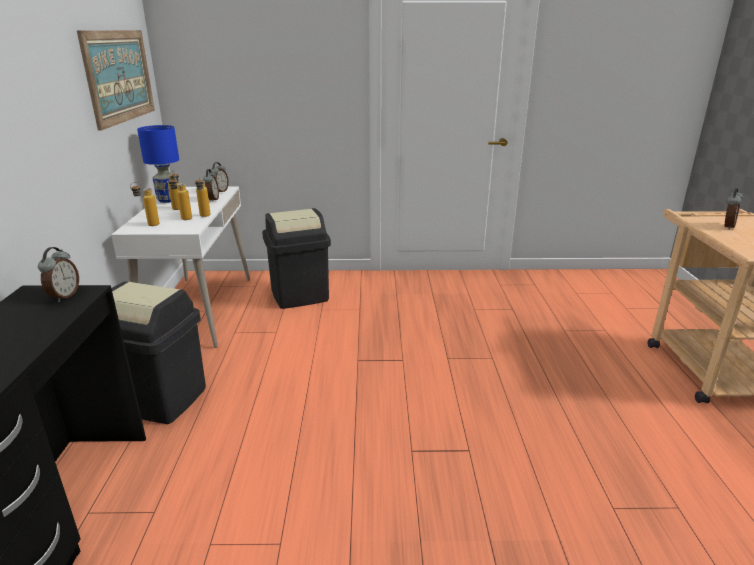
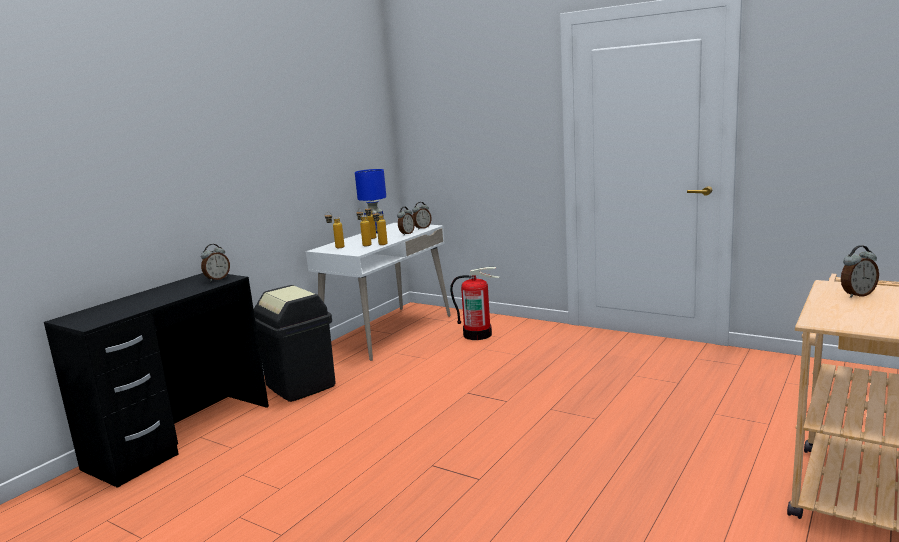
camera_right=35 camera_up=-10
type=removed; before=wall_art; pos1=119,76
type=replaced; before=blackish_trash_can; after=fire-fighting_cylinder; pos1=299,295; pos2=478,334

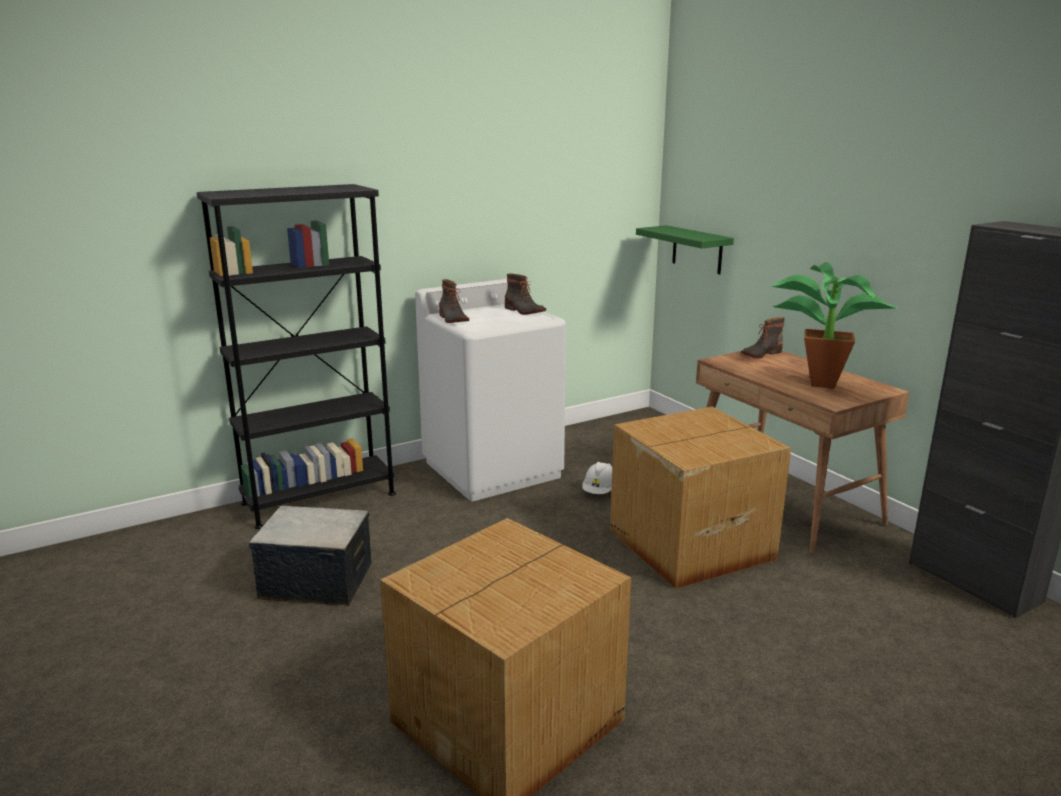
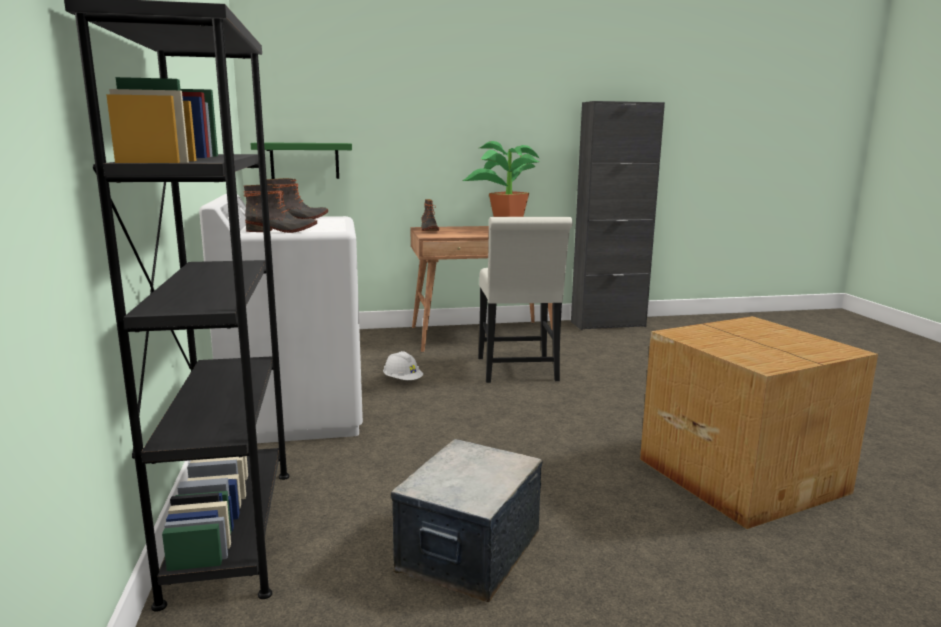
camera_right=-70 camera_up=-5
type=replaced; before=packing_box; after=whitish_upright_chair; pos1=688,544; pos2=518,372

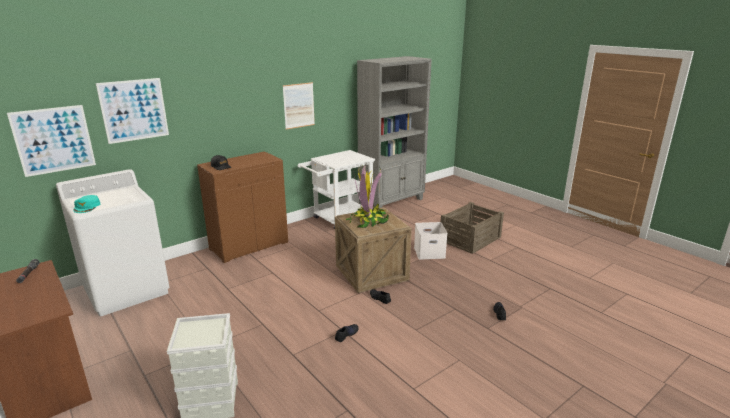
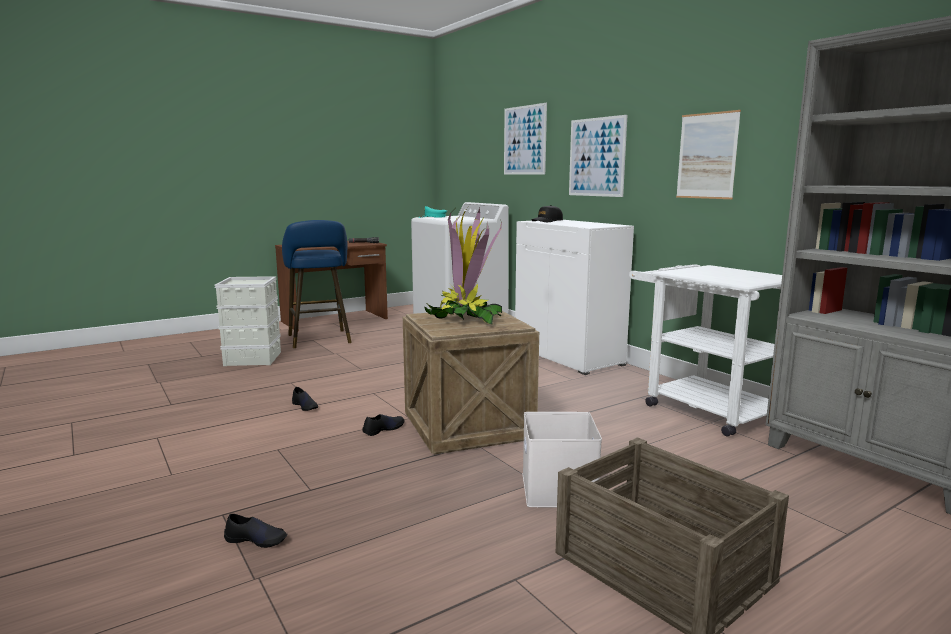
camera_right=95 camera_up=-10
type=moved; before=wall_art; pos1=54,140; pos2=596,157
type=recoloured; before=brown_cabinet; after=whitish_cabinet; pos1=249,245; pos2=569,357
type=added; after=bluish_stool; pos2=320,340

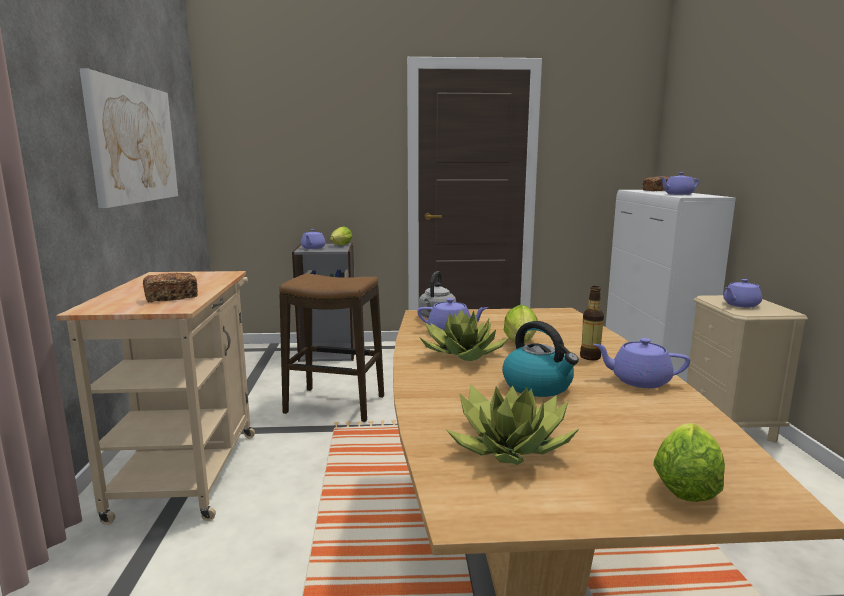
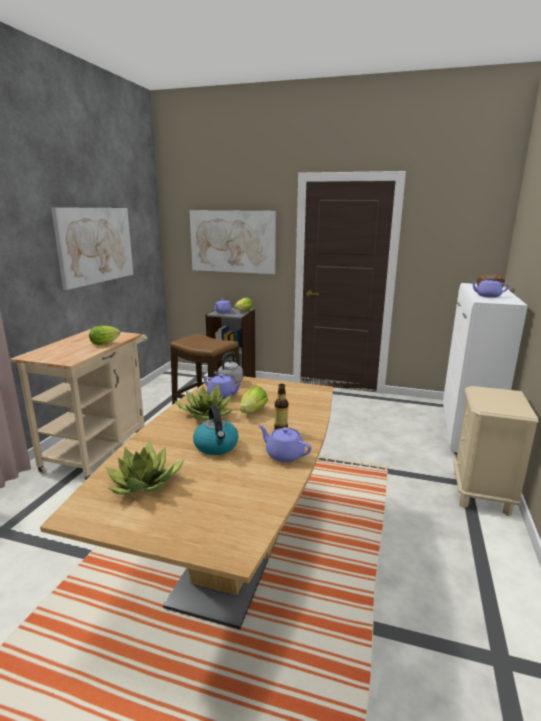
camera_right=20 camera_up=5
type=removed; before=bread; pos1=171,298
type=moved; before=lettuce_head; pos1=686,484; pos2=106,343
type=removed; before=purple_pot_for_tea; pos1=740,305
type=added; after=wall_art; pos2=232,241

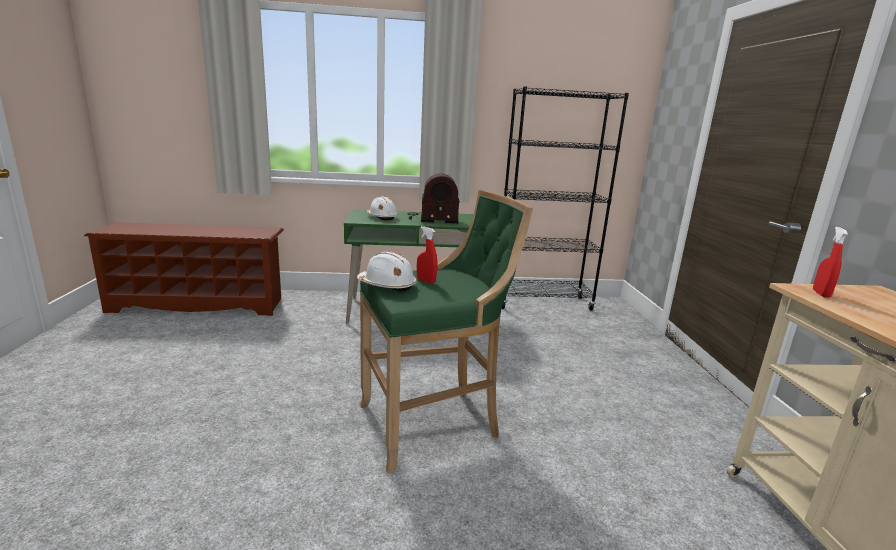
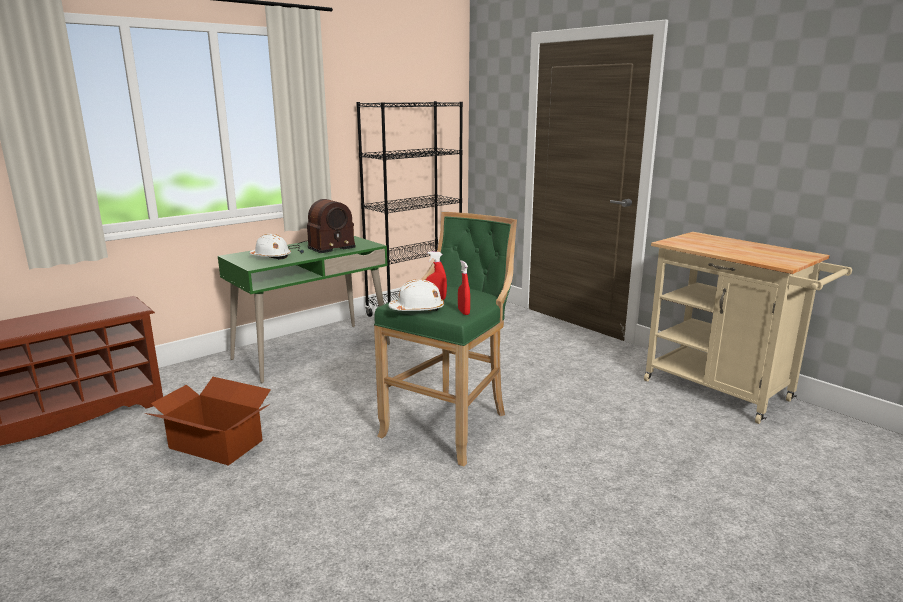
camera_right=-35 camera_up=0
type=moved; before=red-coloured_hand_sprayer; pos1=821,294; pos2=463,312
type=added; after=packing_box; pos2=216,444

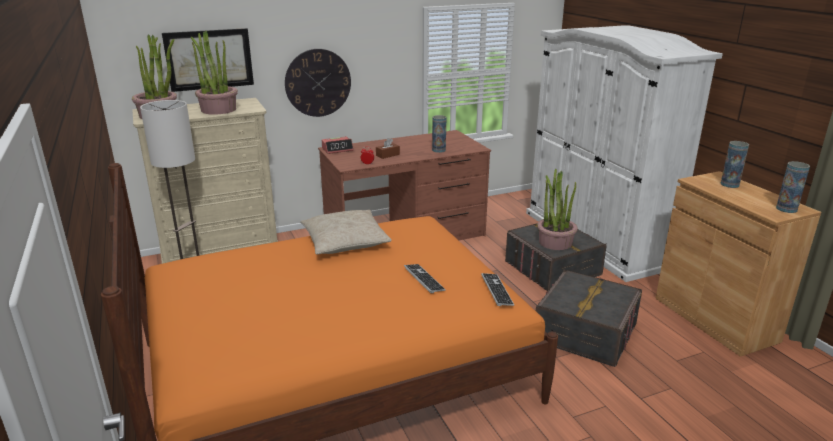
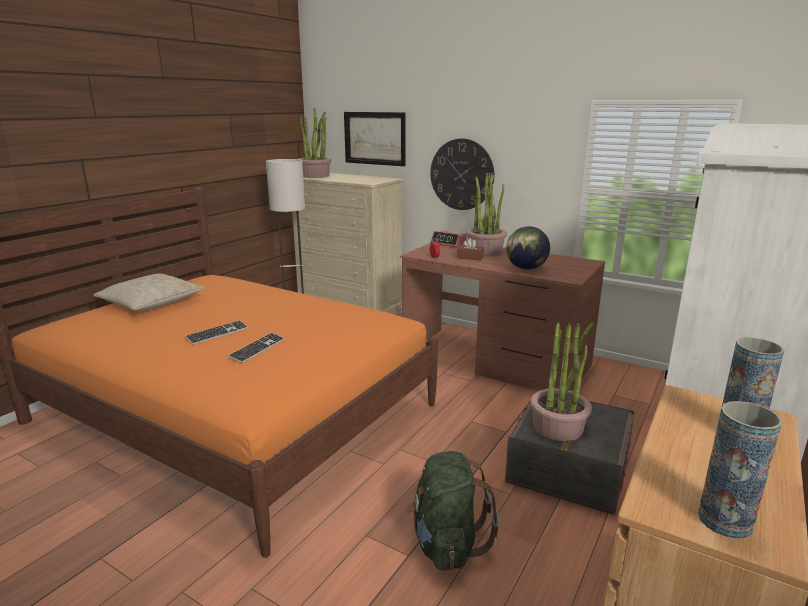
camera_right=55 camera_up=-5
type=moved; before=potted_plant; pos1=218,109; pos2=485,250
type=moved; before=beige-coloured_cushion; pos1=345,241; pos2=151,302
type=replaced; before=decorative_vase; after=world_globe; pos1=438,150; pos2=526,268
type=moved; before=computer_keyboard; pos1=497,290; pos2=217,334
type=replaced; before=grey_storage_bin; after=green_rucksack; pos1=585,332; pos2=446,544

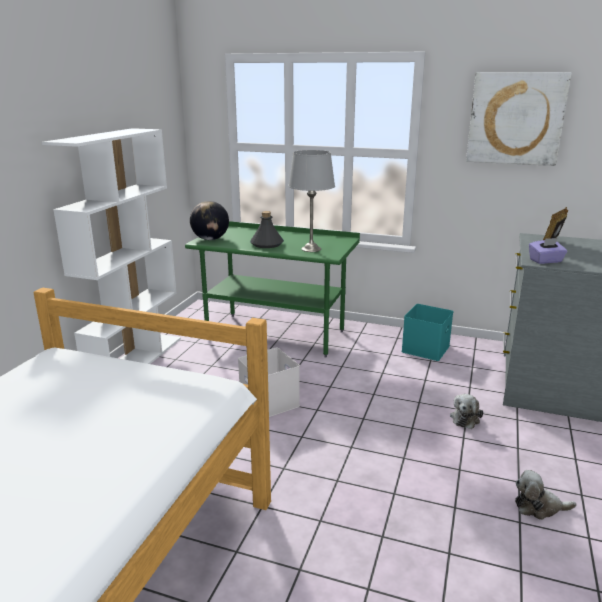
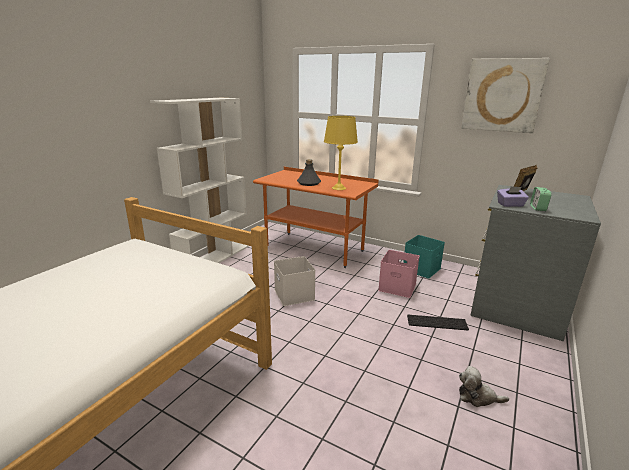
camera_right=10 camera_up=0
type=recoloured; before=green_desk_unit; after=orange_desk_unit; pos1=275,334; pos2=314,249
type=removed; before=world_globe; pos1=210,239
type=recoloured; before=grey_tabletop_lamp; after=yellowish_tabletop_lamp; pos1=311,249; pos2=339,188
type=replaced; before=cuddly_toy; after=computer_keyboard; pos1=465,418; pos2=437,322
type=added; after=pinkish_storage_bin; pos2=398,286
type=added; after=table_clock; pos2=538,208

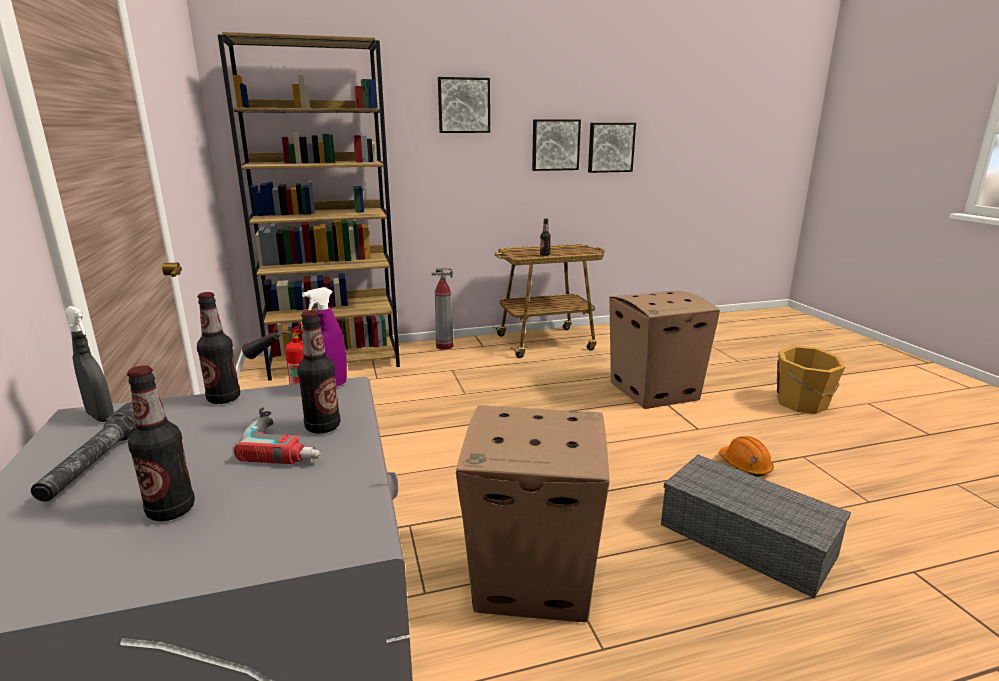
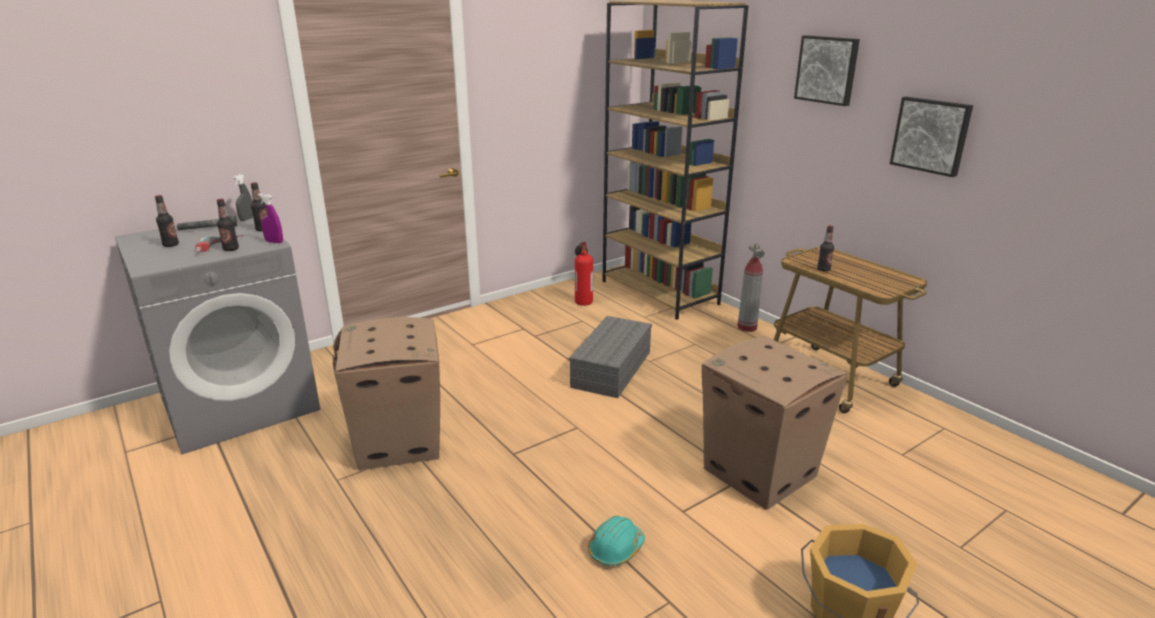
camera_right=70 camera_up=5
type=removed; before=wall_art; pos1=610,147
type=moved; before=grey_storage_bin; pos1=743,539; pos2=611,368
type=recoloured; before=orange_safety_helmet; after=blue-green_safety_helmet; pos1=745,465; pos2=616,549

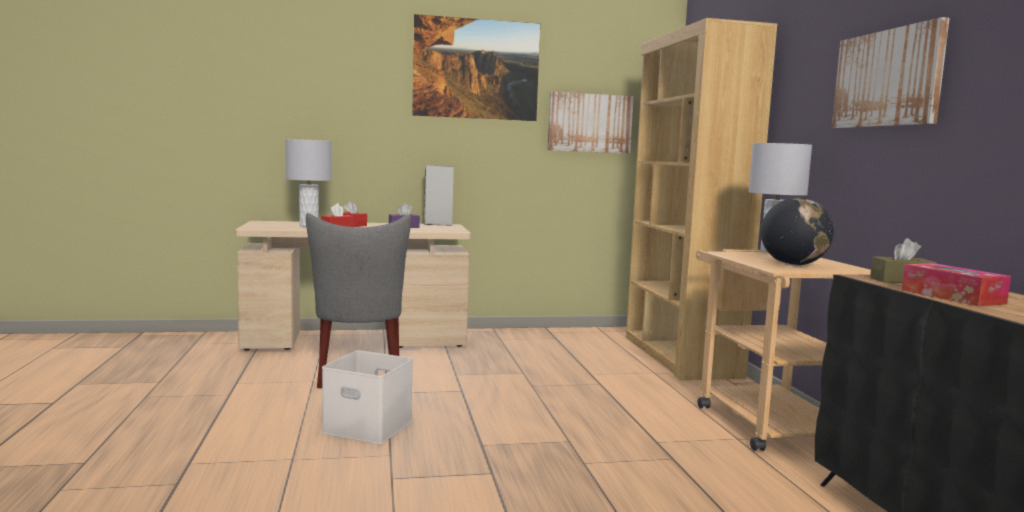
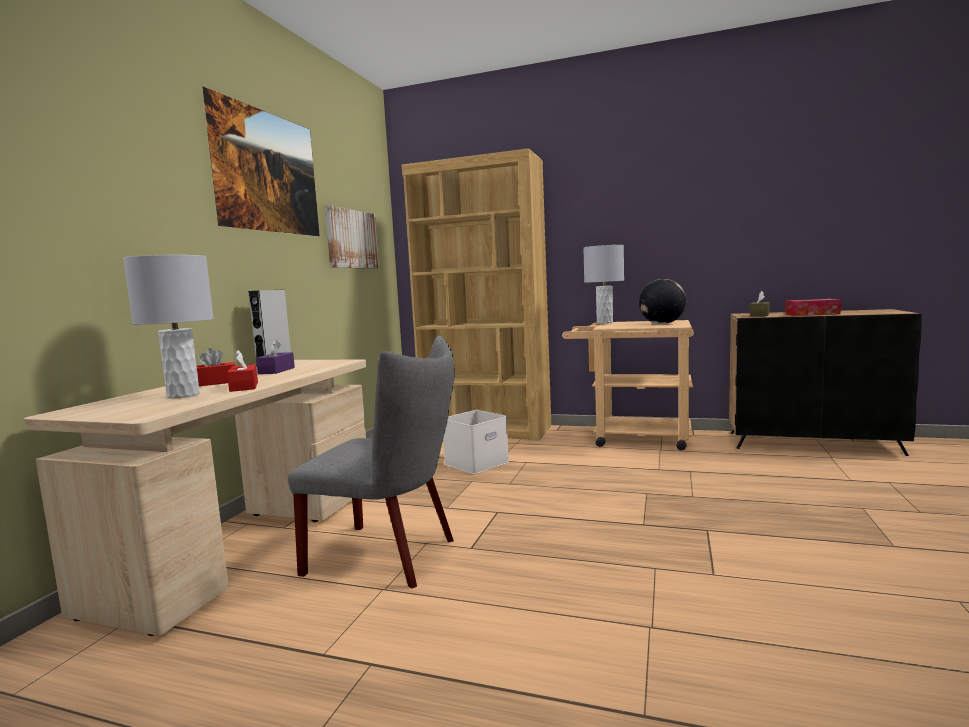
camera_right=-60 camera_up=0
type=moved; before=whitish_storage_bin; pos1=370,426; pos2=476,462
type=removed; before=wall_art; pos1=888,78

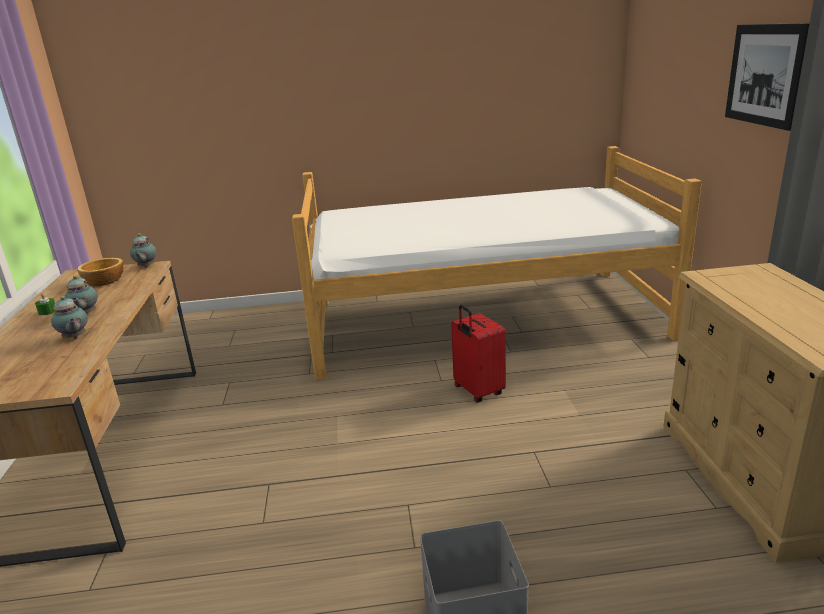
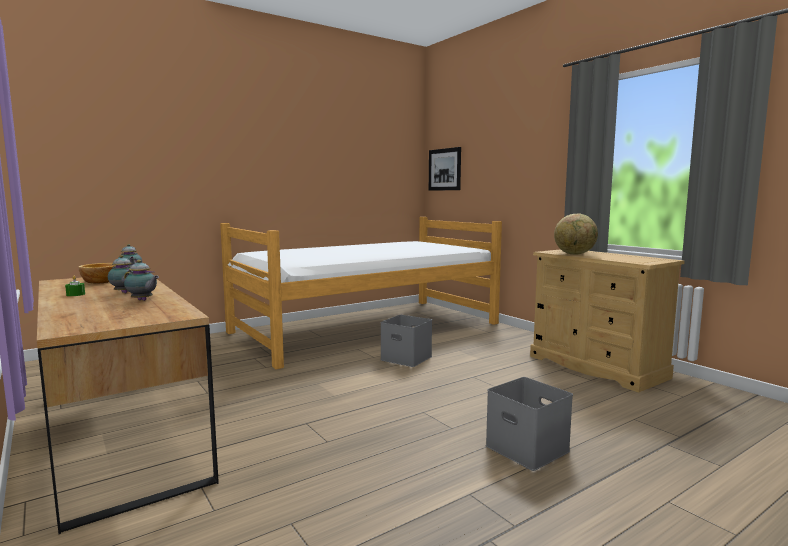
camera_right=-30 camera_up=-15
type=replaced; before=red-coloured_suitcase; after=grey_storage_bin; pos1=477,391; pos2=405,358
type=moved; before=wall_art; pos1=765,75; pos2=444,169
type=added; after=world_globe; pos2=574,254

